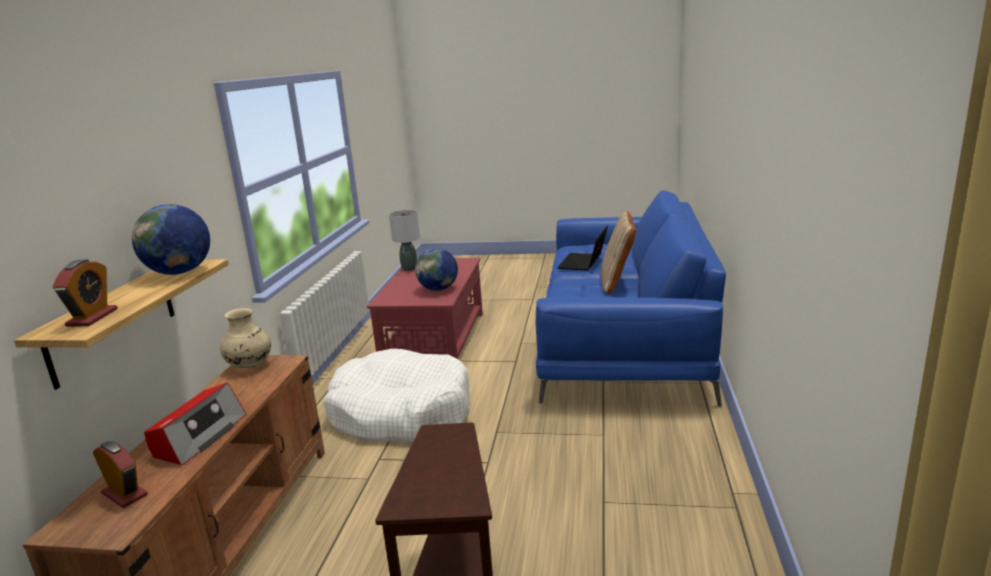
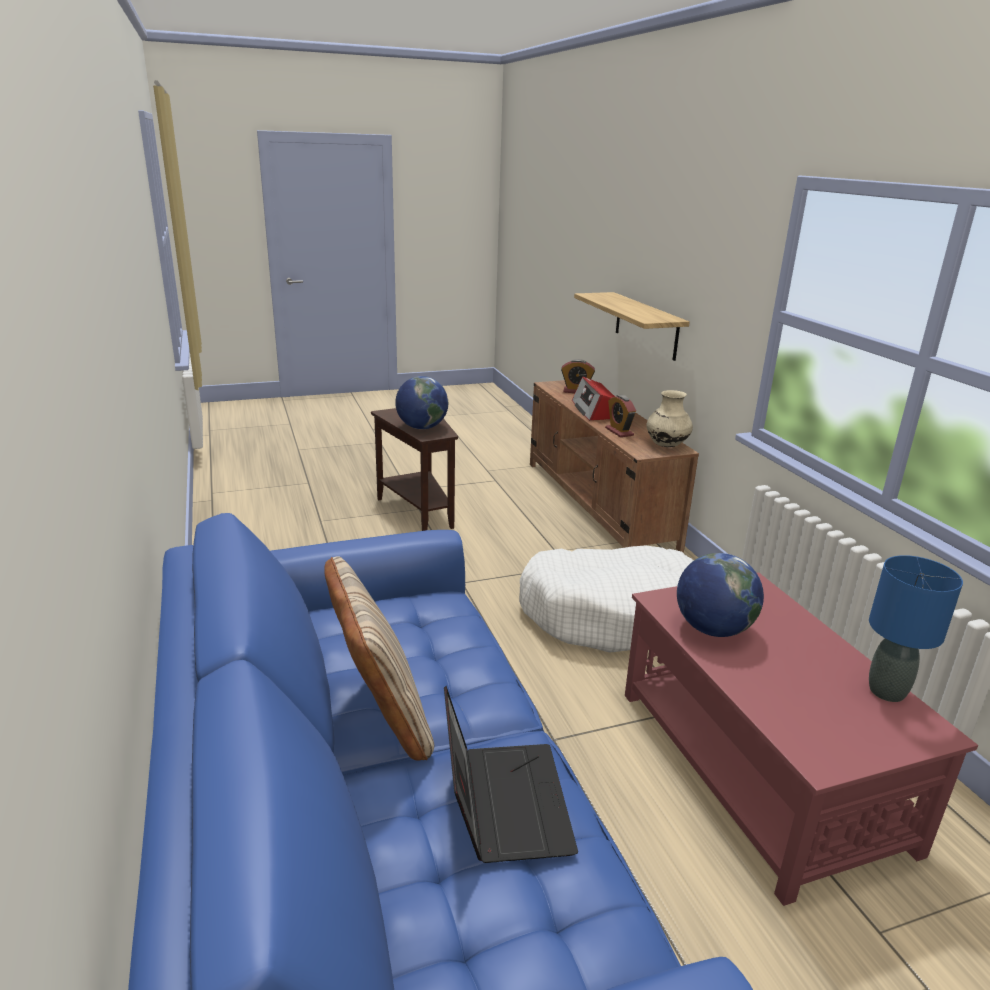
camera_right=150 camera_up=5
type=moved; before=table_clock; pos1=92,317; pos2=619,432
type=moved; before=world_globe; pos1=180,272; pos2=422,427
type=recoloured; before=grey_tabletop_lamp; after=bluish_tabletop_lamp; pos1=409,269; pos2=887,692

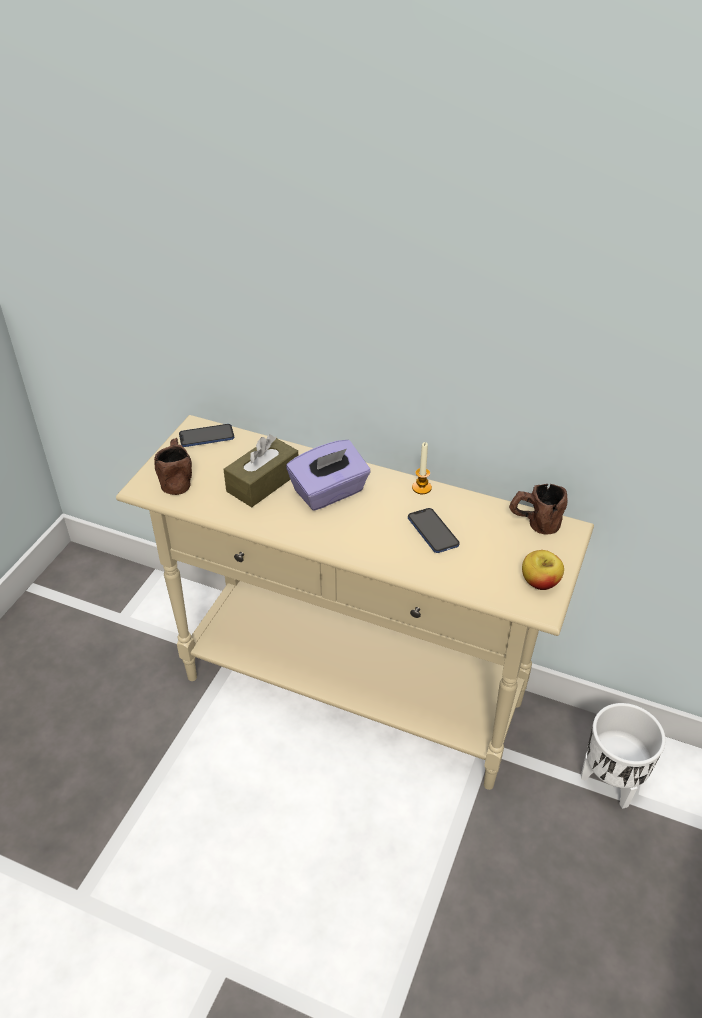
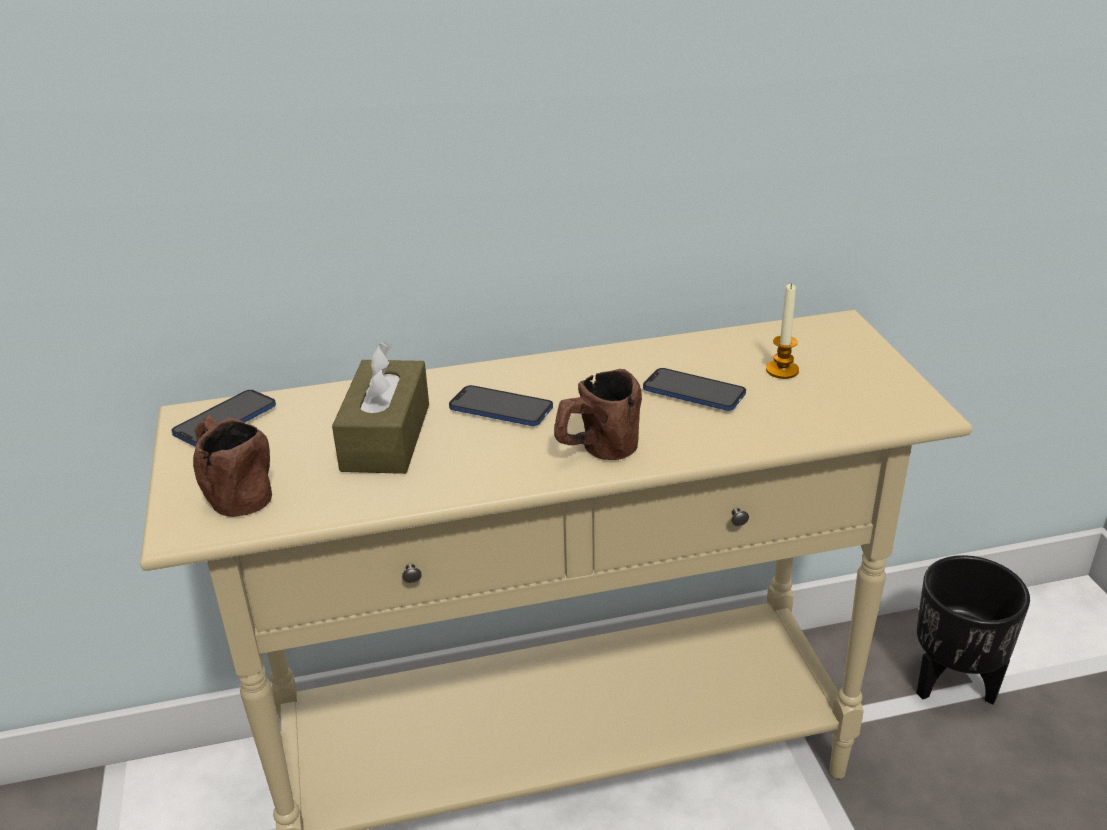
camera_right=-35 camera_up=-10
type=replaced; before=purple_tissue_box; after=phone; pos1=329,492; pos2=501,408
type=moved; before=candle; pos1=421,488; pos2=782,370
type=moved; before=brown_tea_mug; pos1=534,523; pos2=595,451
type=removed; before=apple; pos1=540,582
type=recoloured; before=whitish_flower_pot; after=blackish_flower_pot; pos1=611,781; pos2=953,682

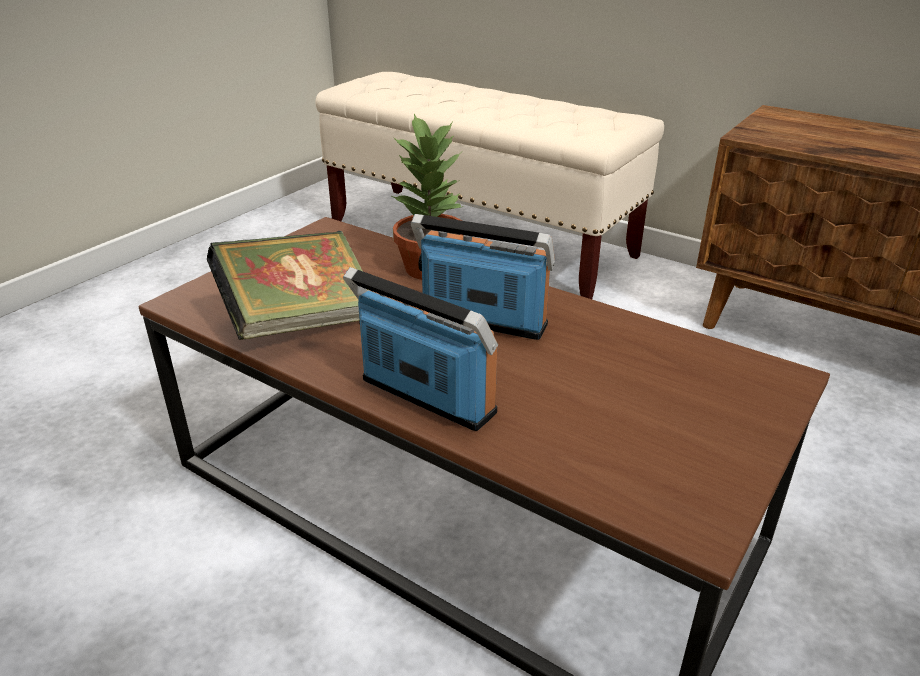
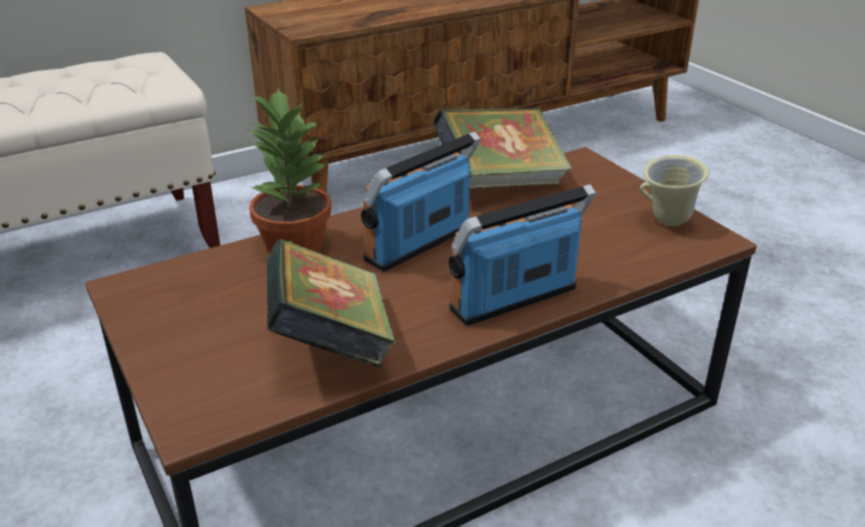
camera_right=-65 camera_up=0
type=added; after=volume; pos2=500,183
type=added; after=beige-coloured_tea_mug; pos2=667,222

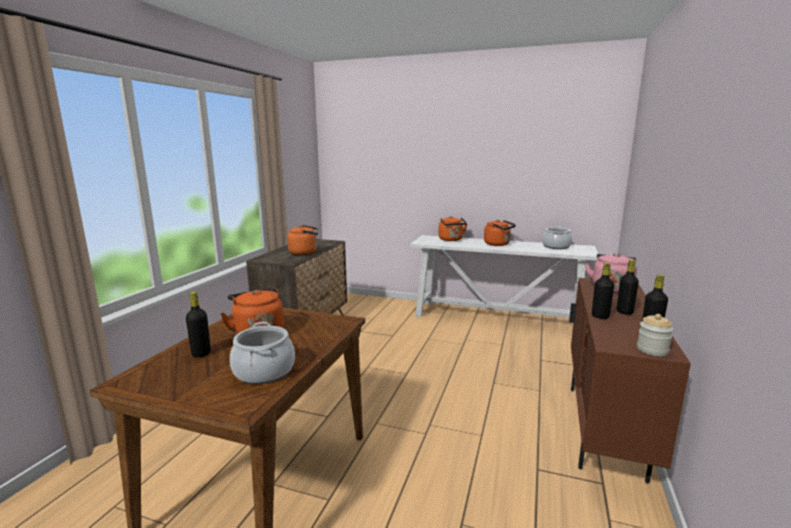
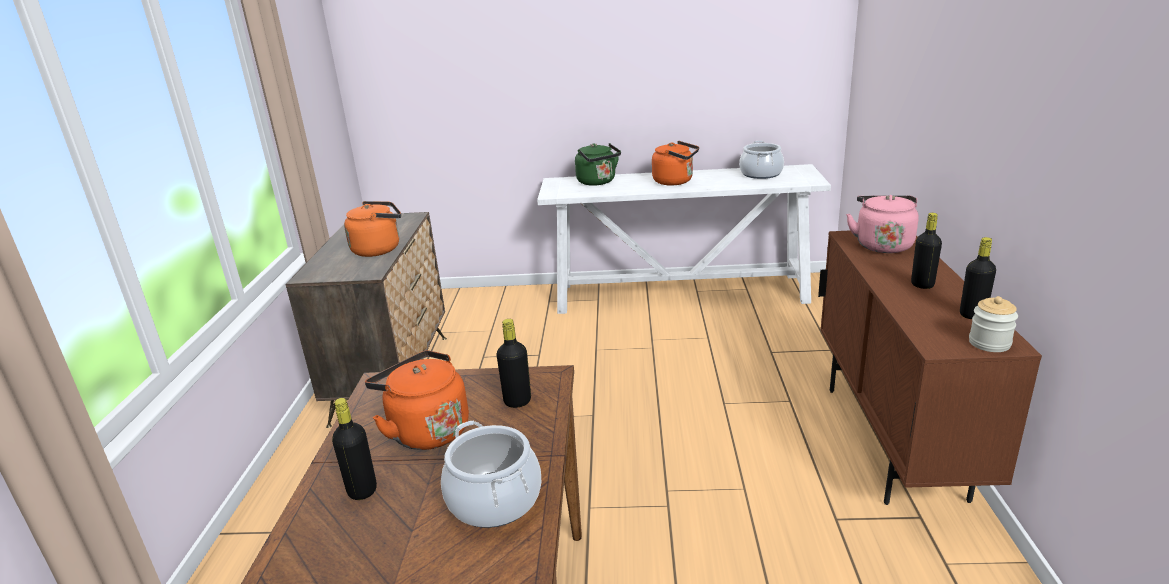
camera_right=-15 camera_up=10
type=recoloured; before=orange_water_kettle; after=green_water_kettle; pos1=451,240; pos2=598,182
type=moved; before=blackish_drink_bottle; pos1=600,316; pos2=517,401

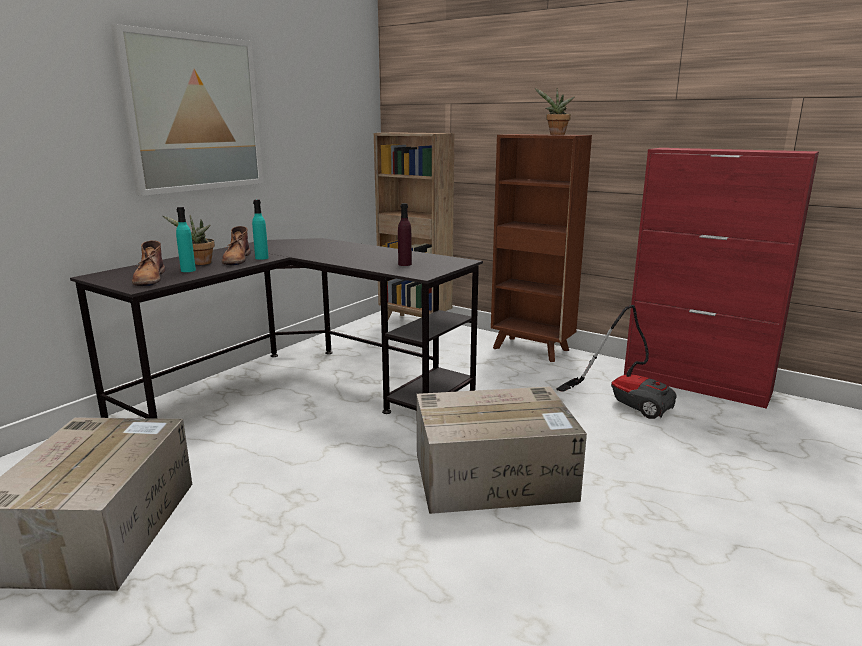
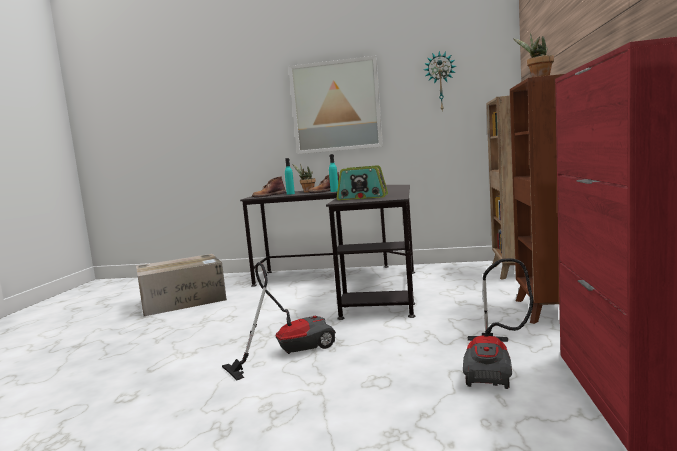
camera_right=65 camera_up=-10
type=replaced; before=purple_drink_bottle; after=radio_receiver; pos1=405,264; pos2=362,197
type=replaced; before=packing_box; after=hoover; pos1=495,476; pos2=289,351
type=added; after=wall_clock; pos2=440,81

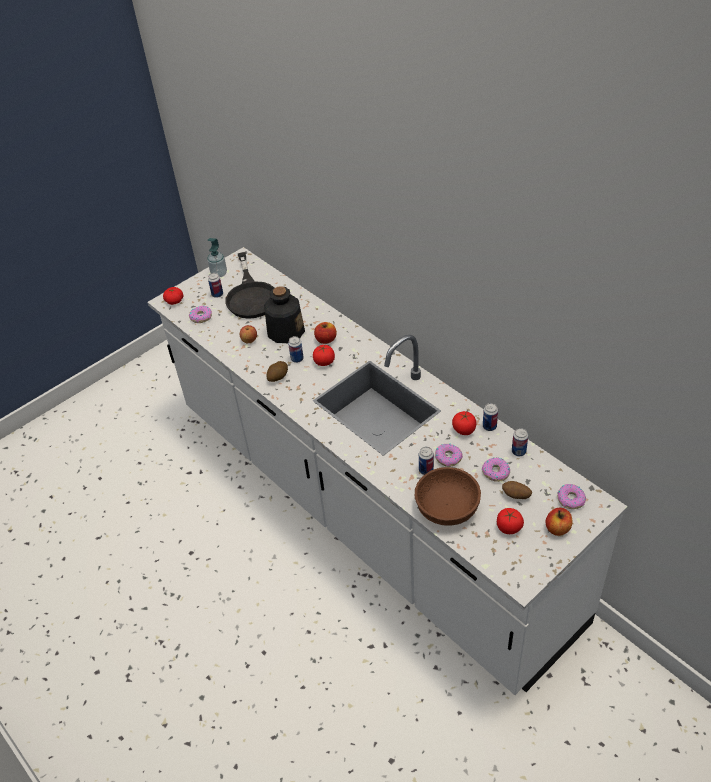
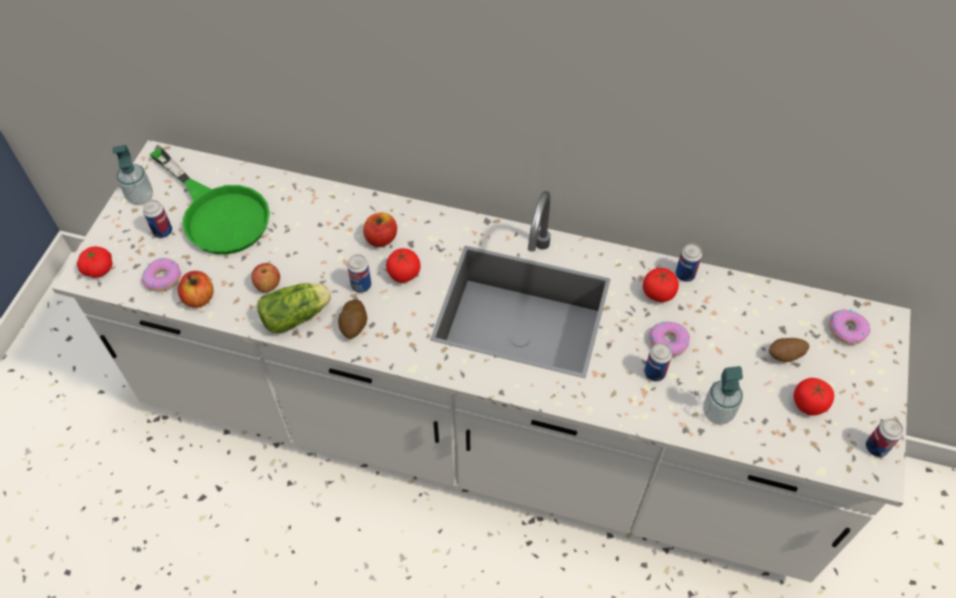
camera_right=-35 camera_up=10
type=recoloured; before=blackish_pan; after=green_pan; pos1=251,295; pos2=218,213
type=removed; before=drink_bottle; pos1=285,331
type=replaced; before=brown_deep_dish; after=liquid_soap_bottle; pos1=447,507; pos2=717,412
type=removed; before=ring_doughnut; pos1=495,472
type=moved; before=metal_can; pos1=518,451; pos2=876,447
type=moved; before=apple; pos1=557,528; pos2=199,298
type=added; after=lettuce_head; pos2=298,315

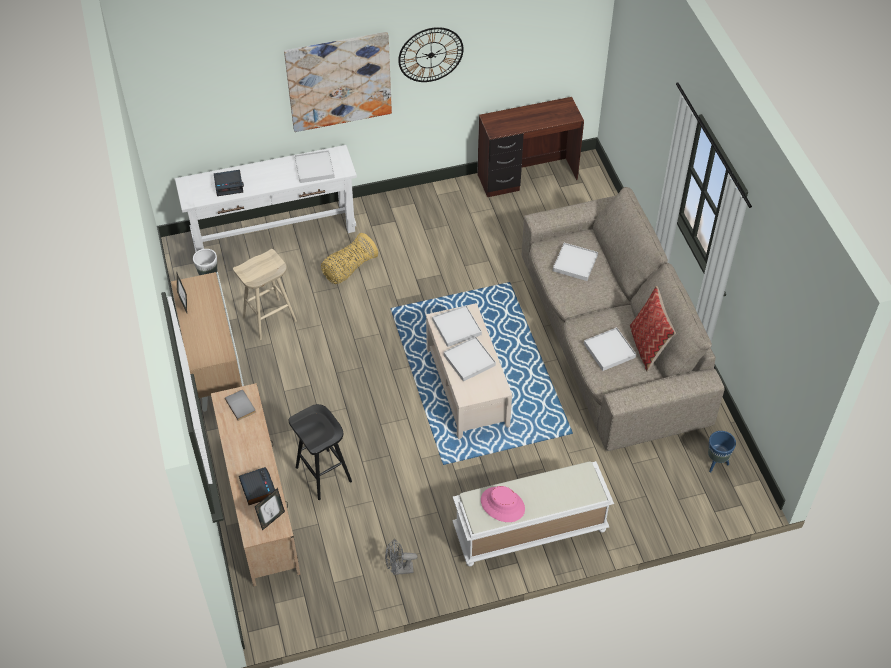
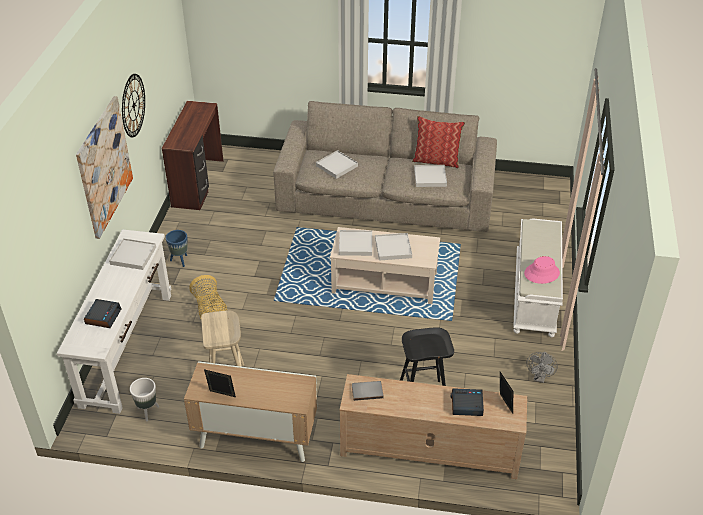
camera_right=-65 camera_up=-10
type=moved; before=bluish_flower_pot; pos1=716,463; pos2=180,260

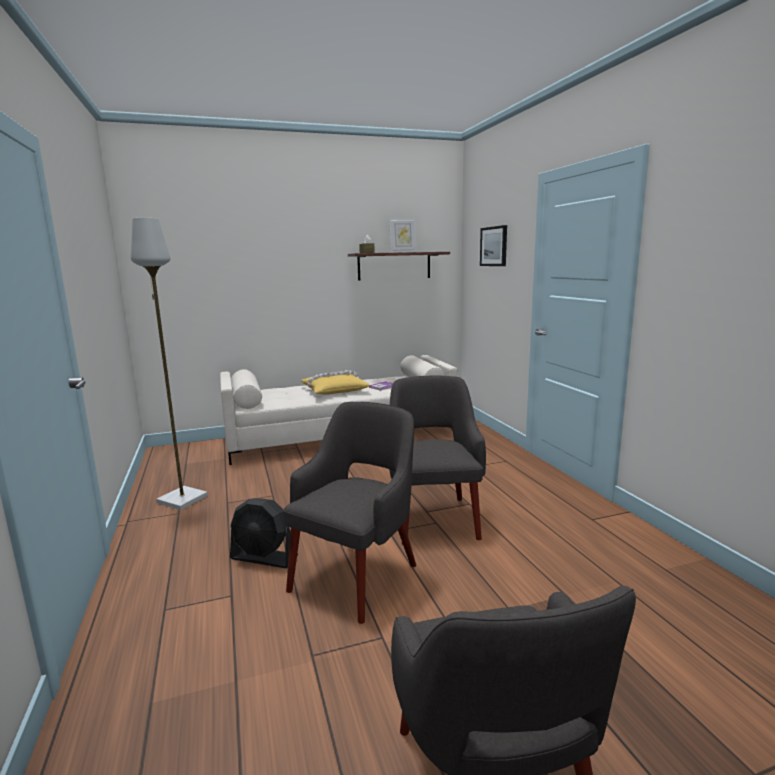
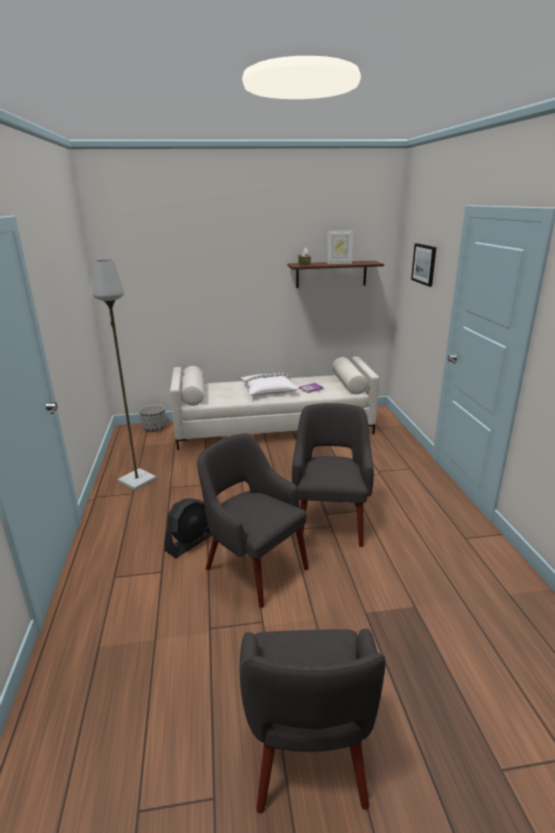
camera_right=10 camera_up=10
type=turned; before=blackish_fan; pos1=264,558; pos2=190,542; turn=-75
type=turned; before=grey_lounge_chair; pos1=355,576; pos2=255,567; turn=-90
type=recoloured; before=yellowish_cushion; after=whitish_cushion; pos1=334,390; pos2=268,389
type=added; after=flower_pot; pos2=154,428

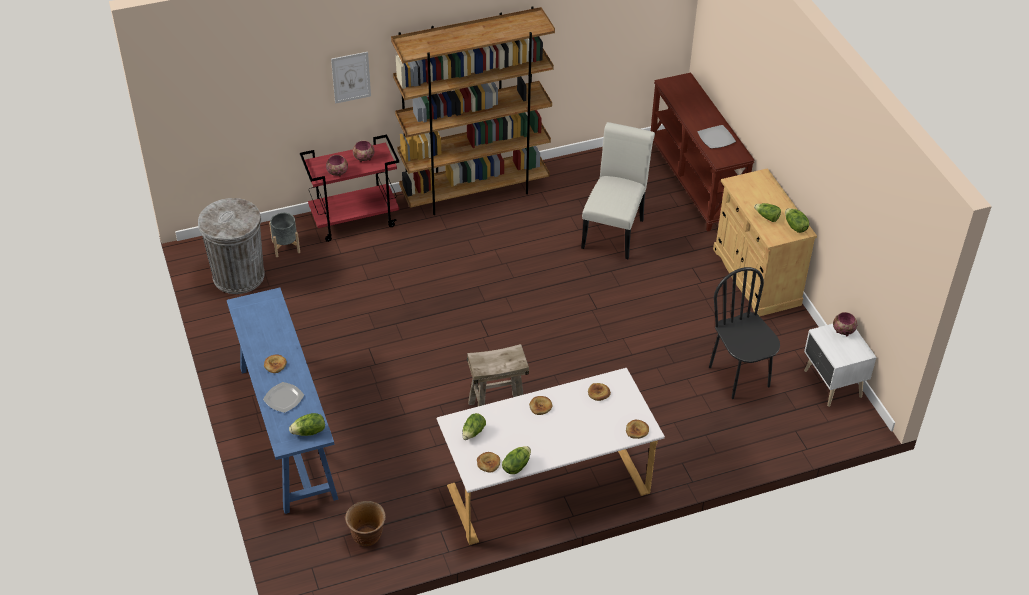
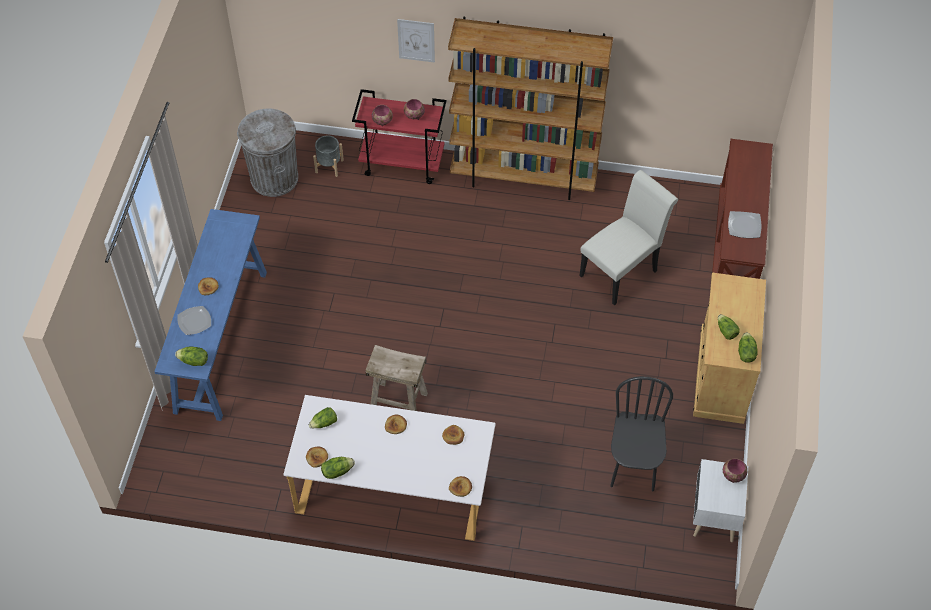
camera_right=30 camera_up=10
type=removed; before=brown_flower_pot; pos1=367,536

